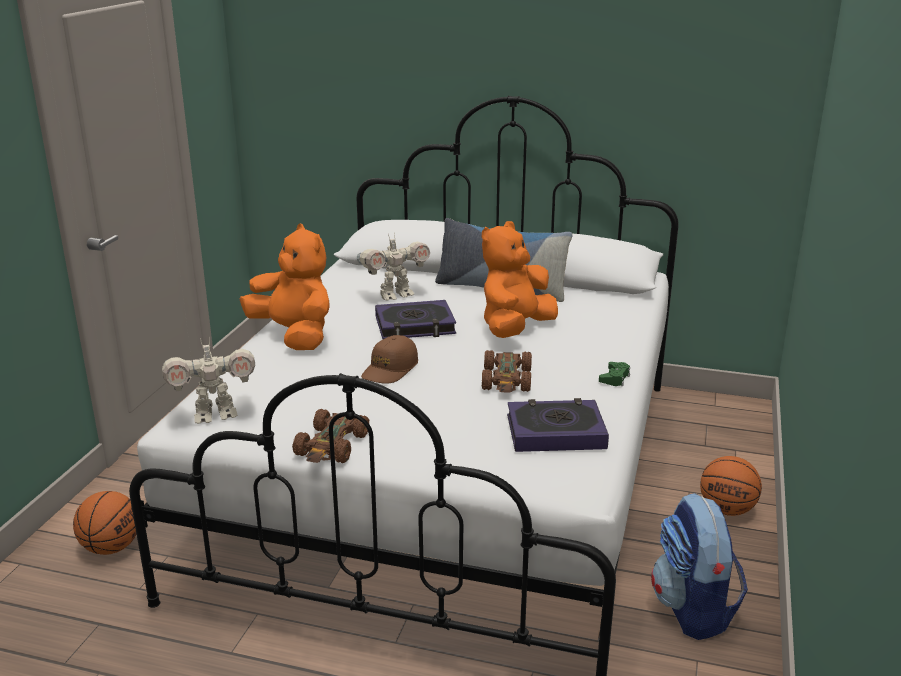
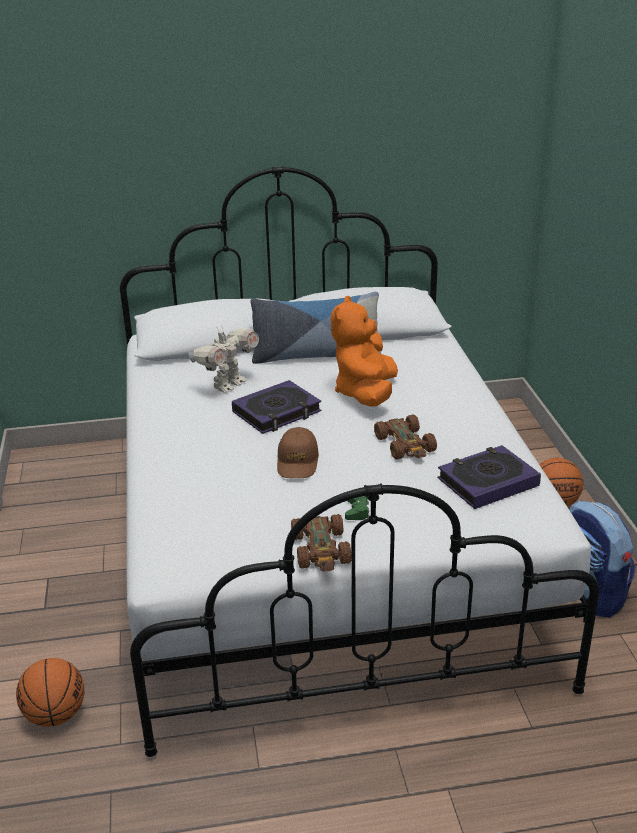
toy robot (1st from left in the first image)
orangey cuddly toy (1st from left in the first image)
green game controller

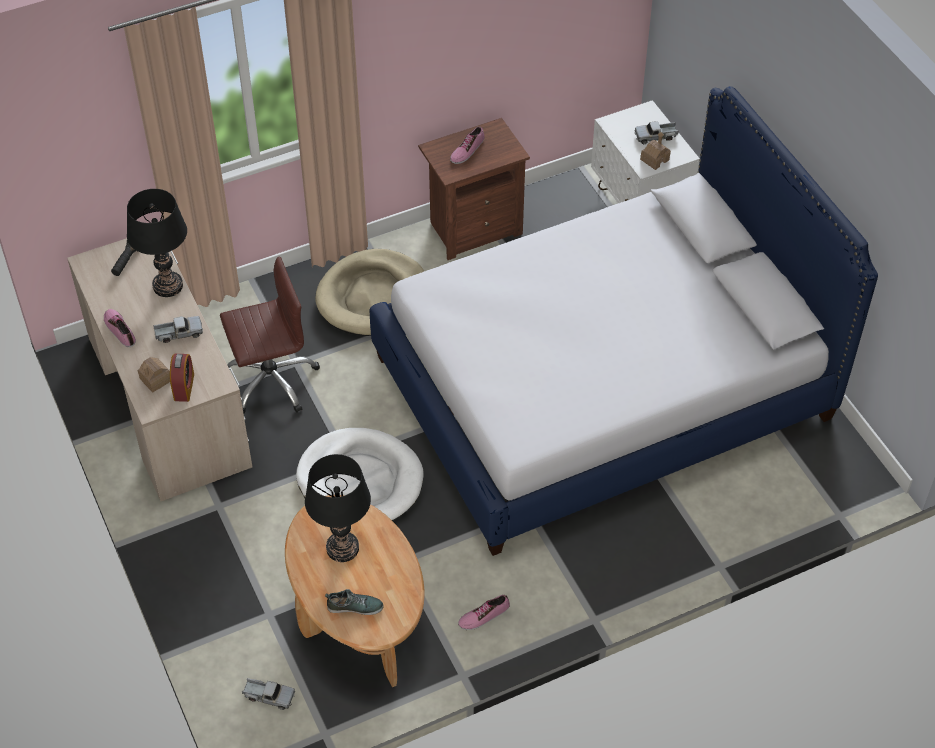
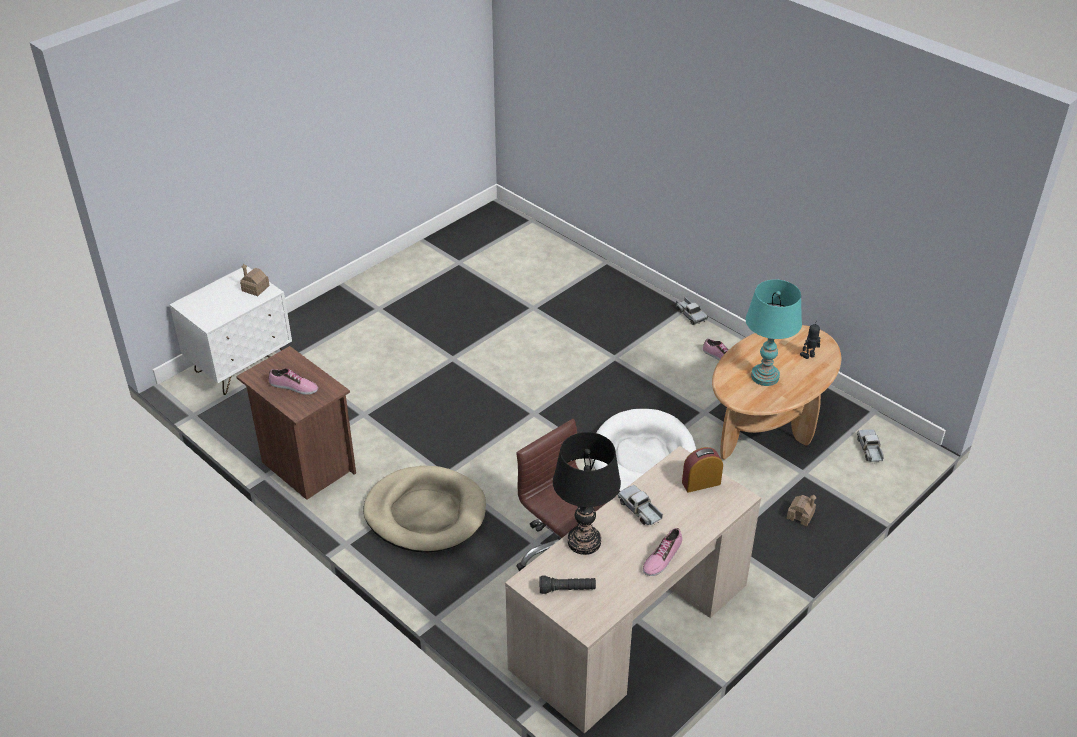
miniature house (2nd from left)
blue-green table lamp
toy robot
sleeping bed
model truck (2nd from left)

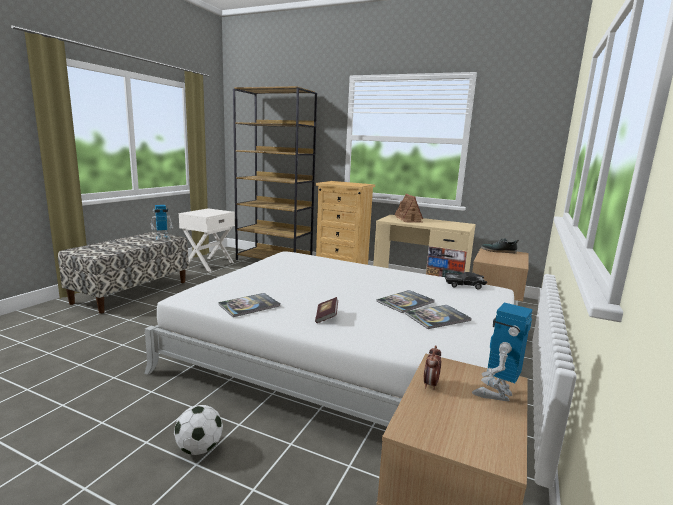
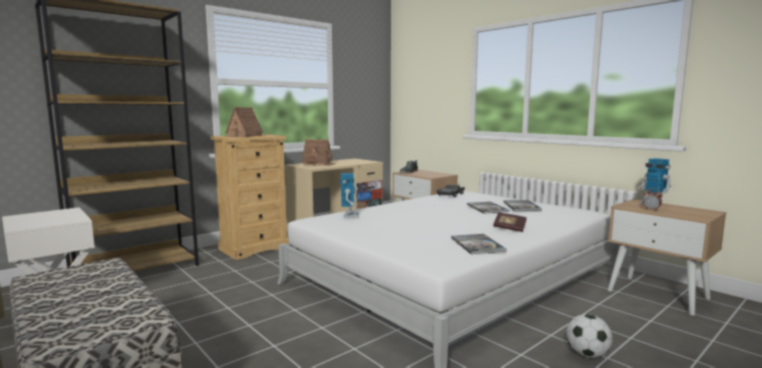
toy robot (1st from left)
miniature house (1st from left)

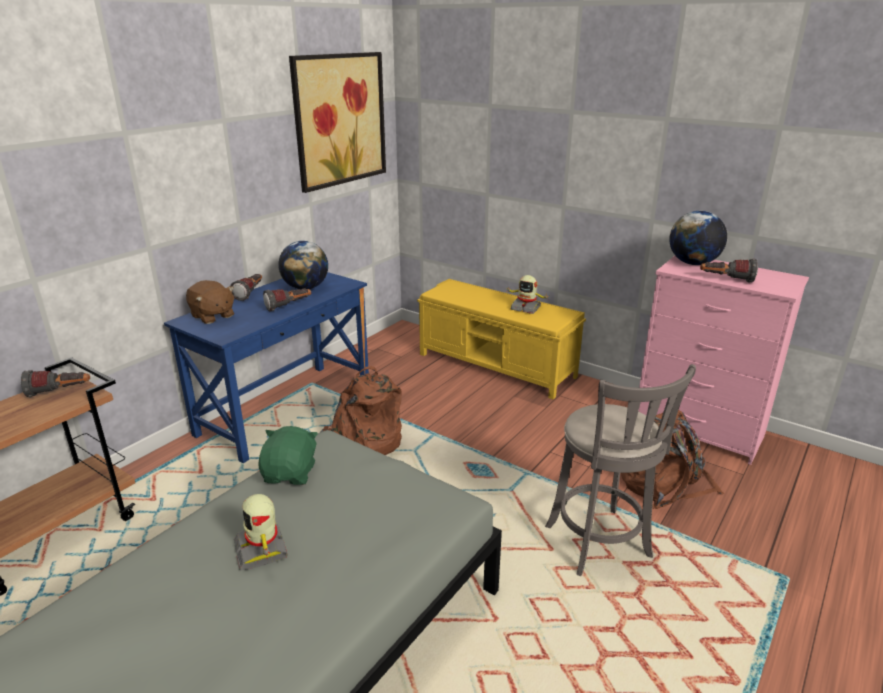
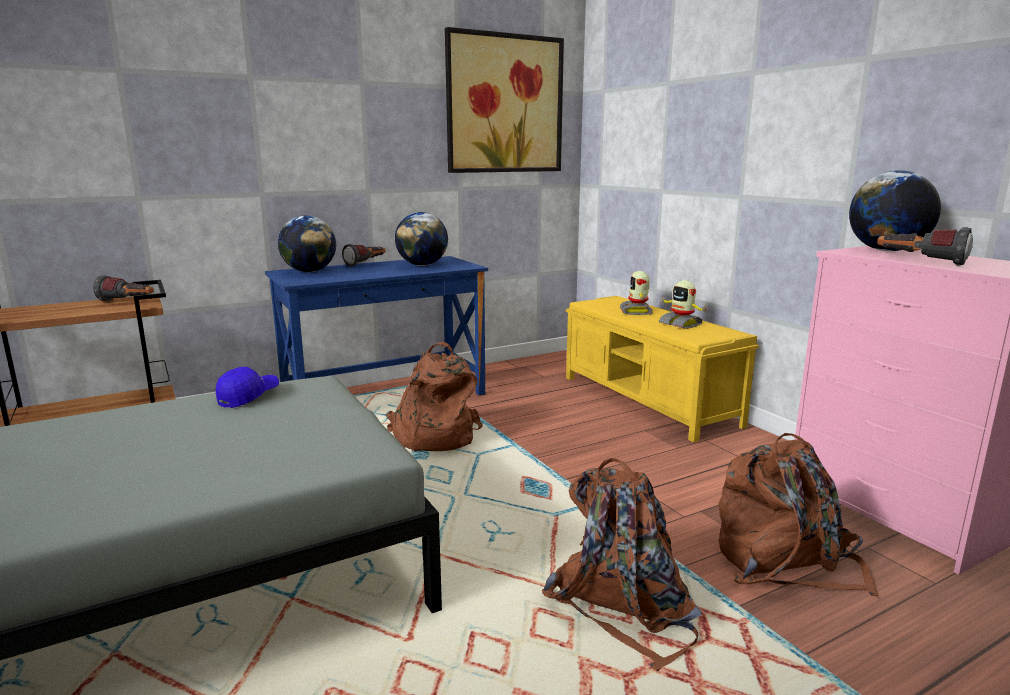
world globe (1st from left)
toy robot (1st from left)
blue-coloured peaked cap
hand torch (3rd from left in the first image)
brown backpack (2nd from left)

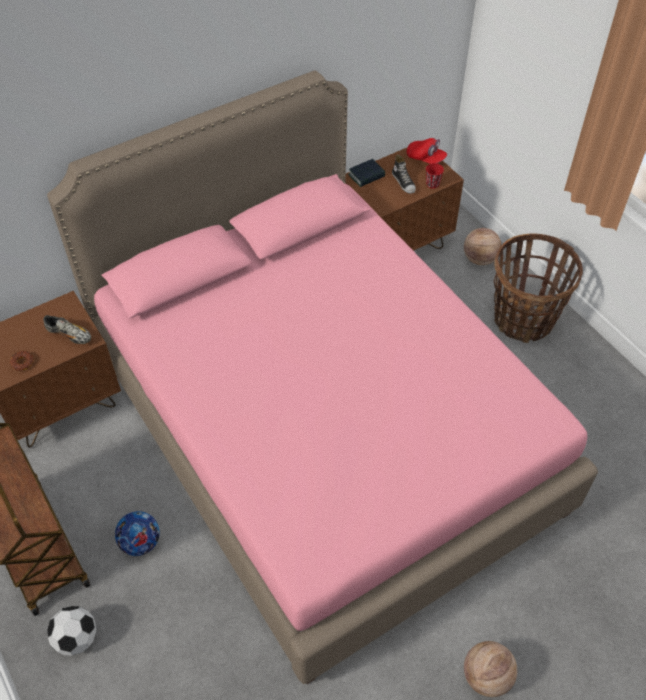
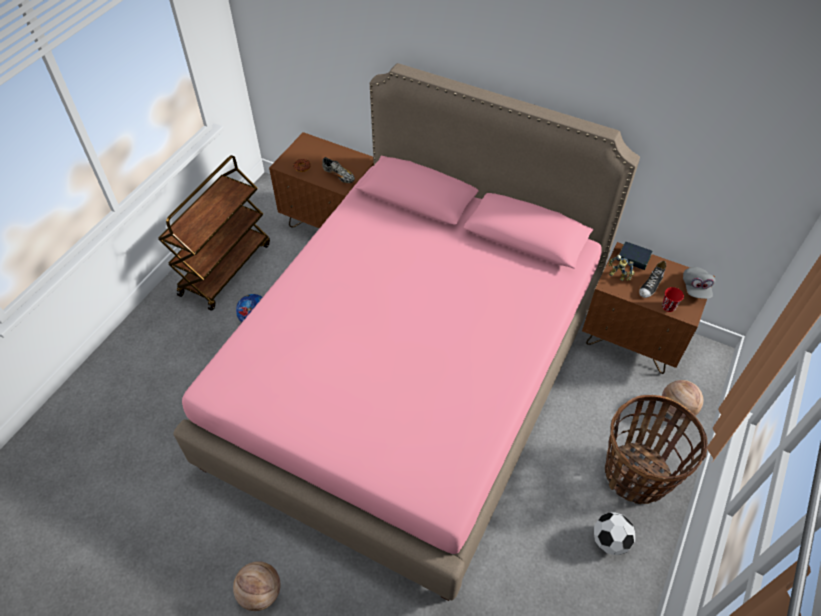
item of footwear (1st from left)
football (2nd from left)
gray peaked cap
toy robot

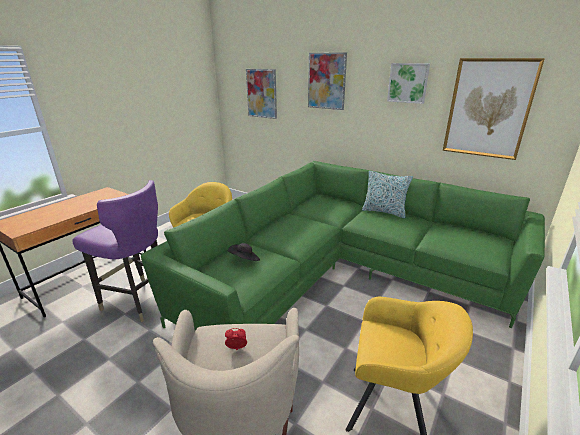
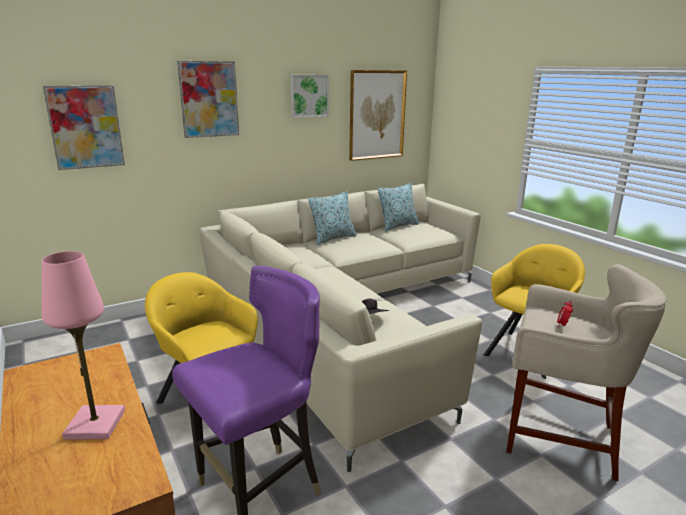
beige-coloured sofa
pinkish table lamp
pillow (2nd from left)

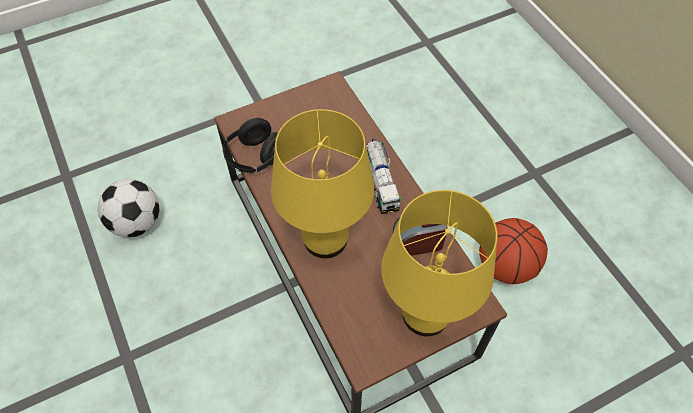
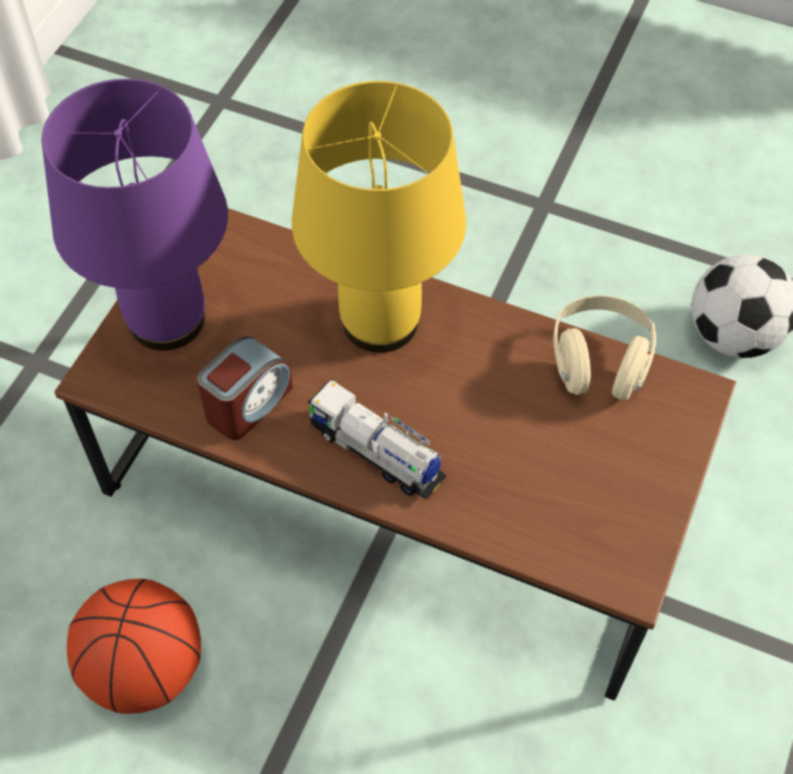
beige-coloured headphones
purplish table lamp

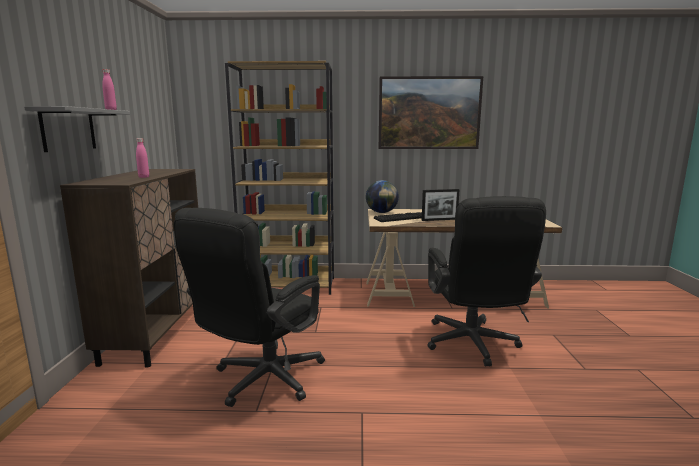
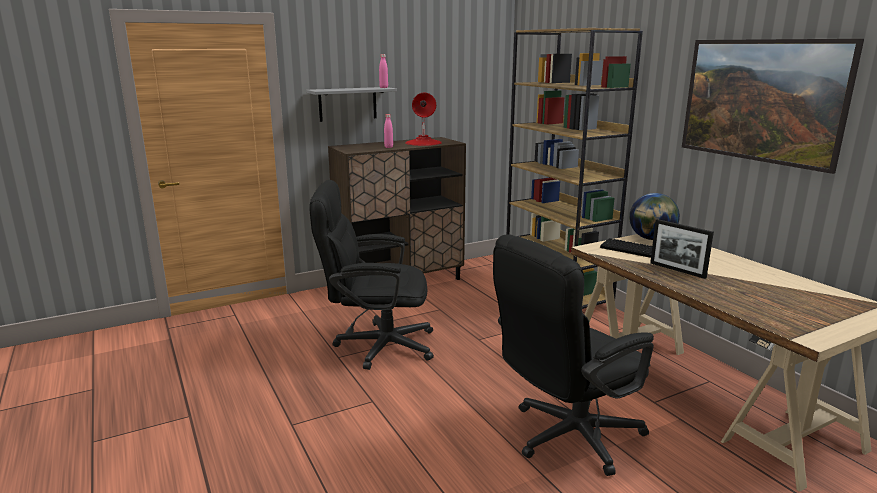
red-coloured table lamp

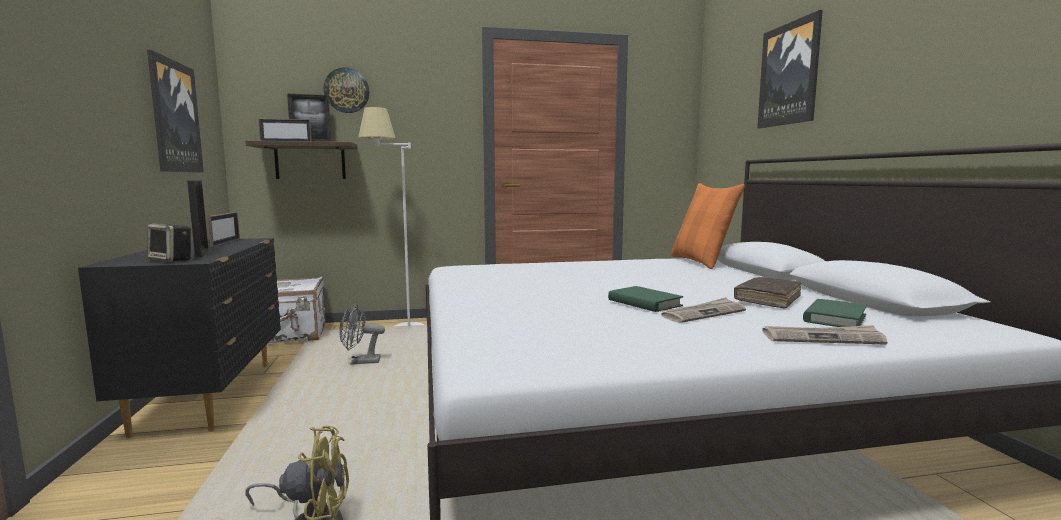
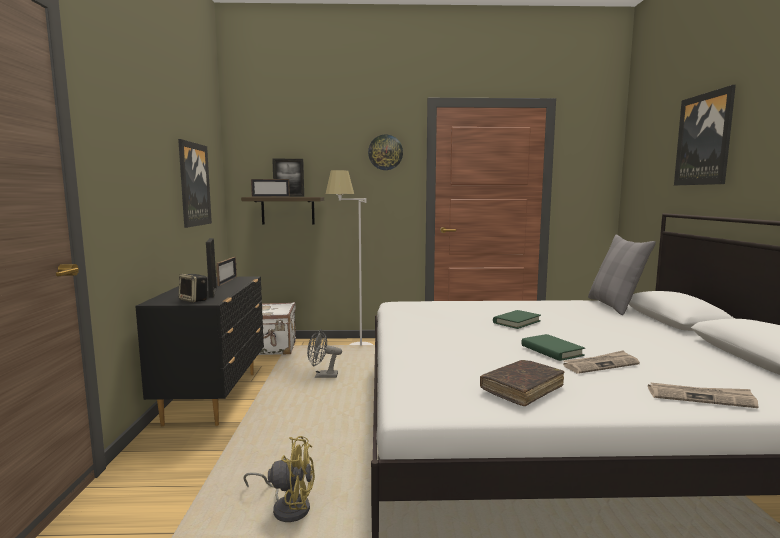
hanging clock
gray pillow
brown bound book
green bound book (1st from left)

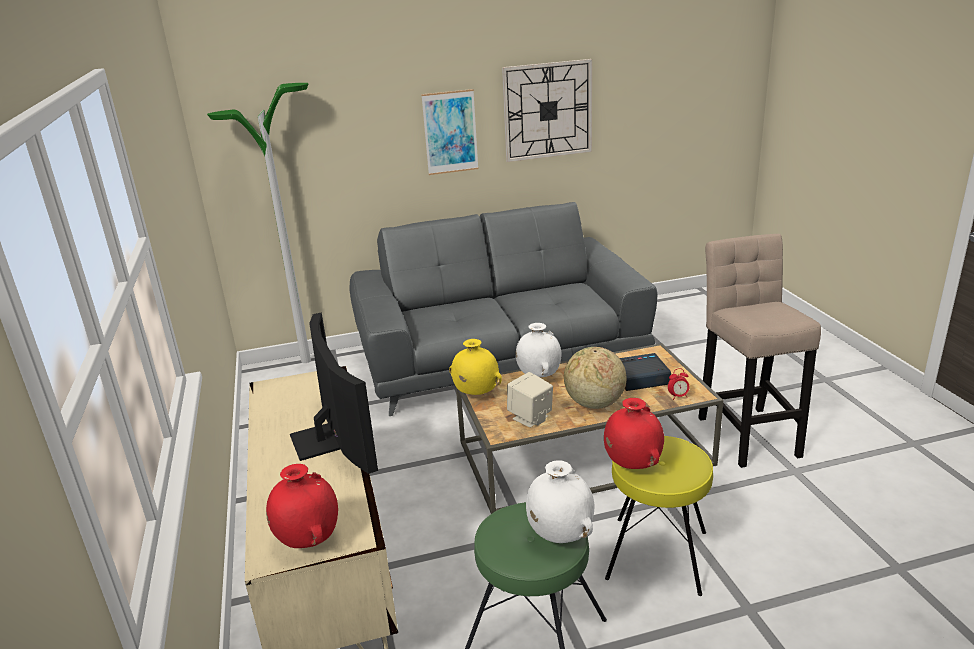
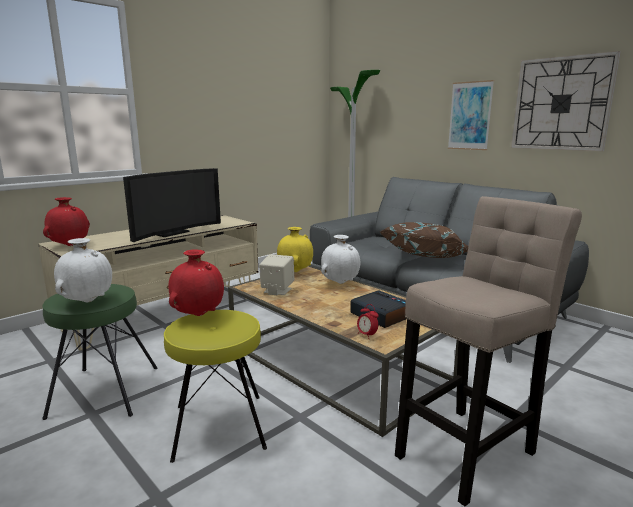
world globe
brown pillow

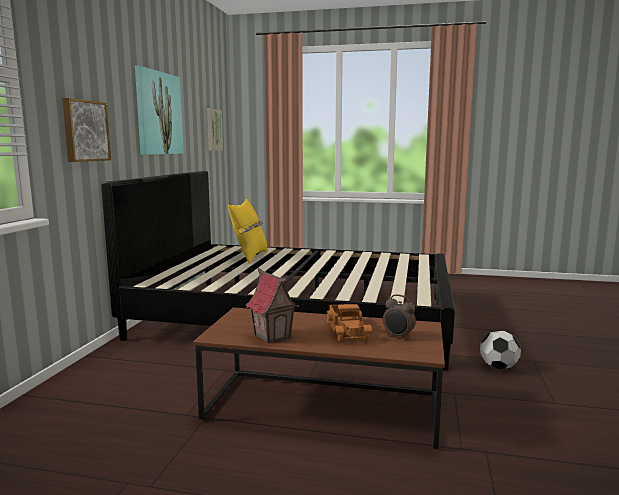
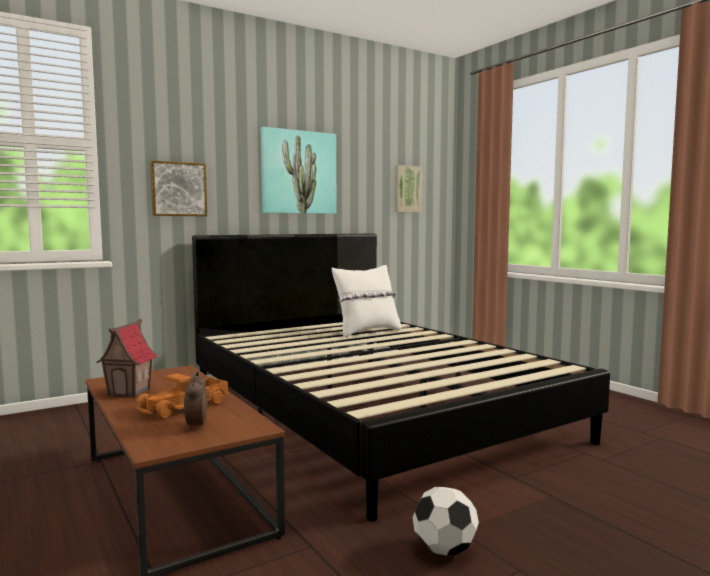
whitish pillow

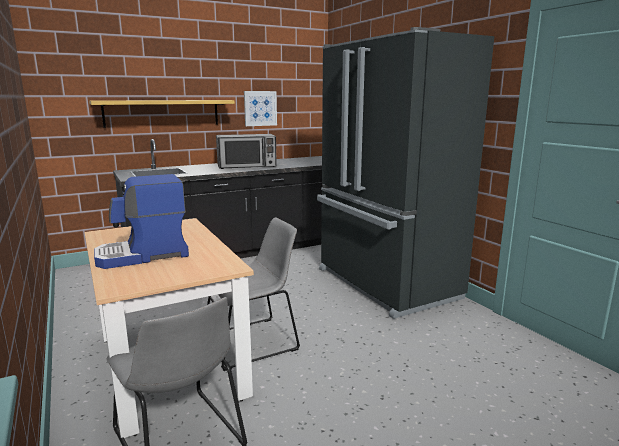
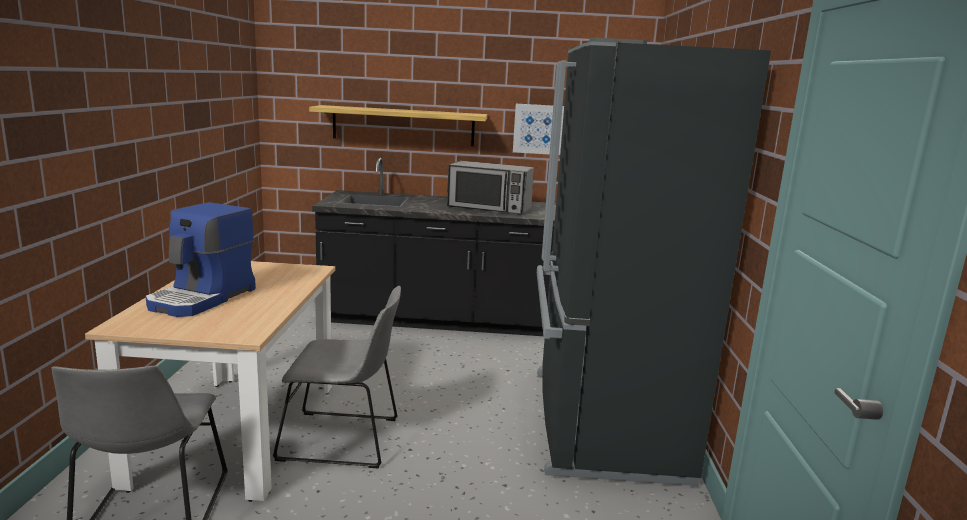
coffee machine

